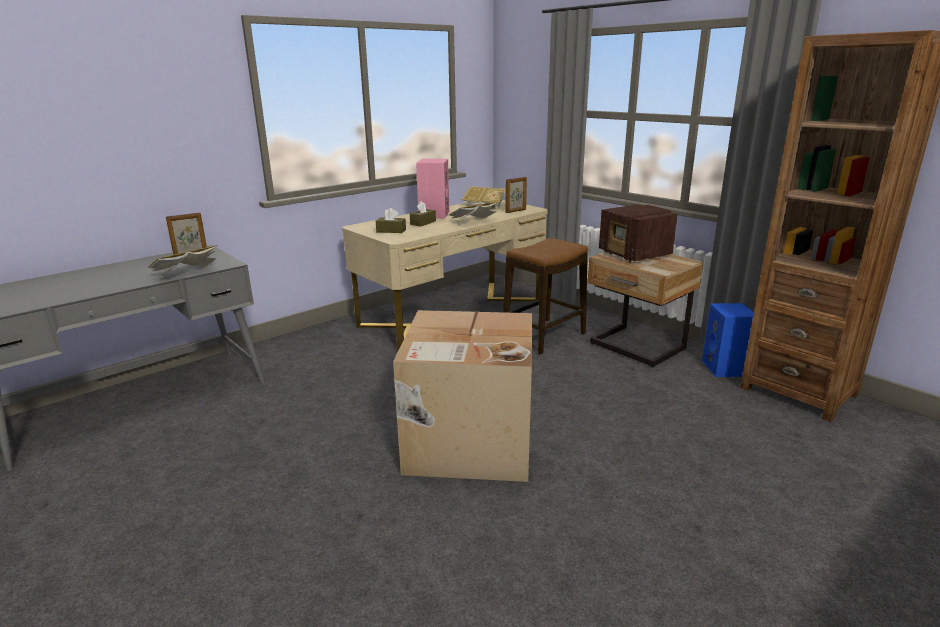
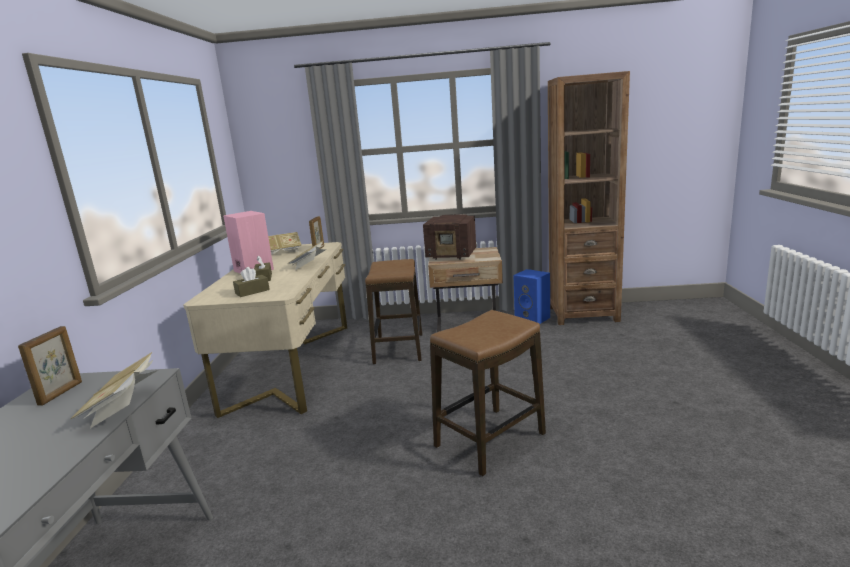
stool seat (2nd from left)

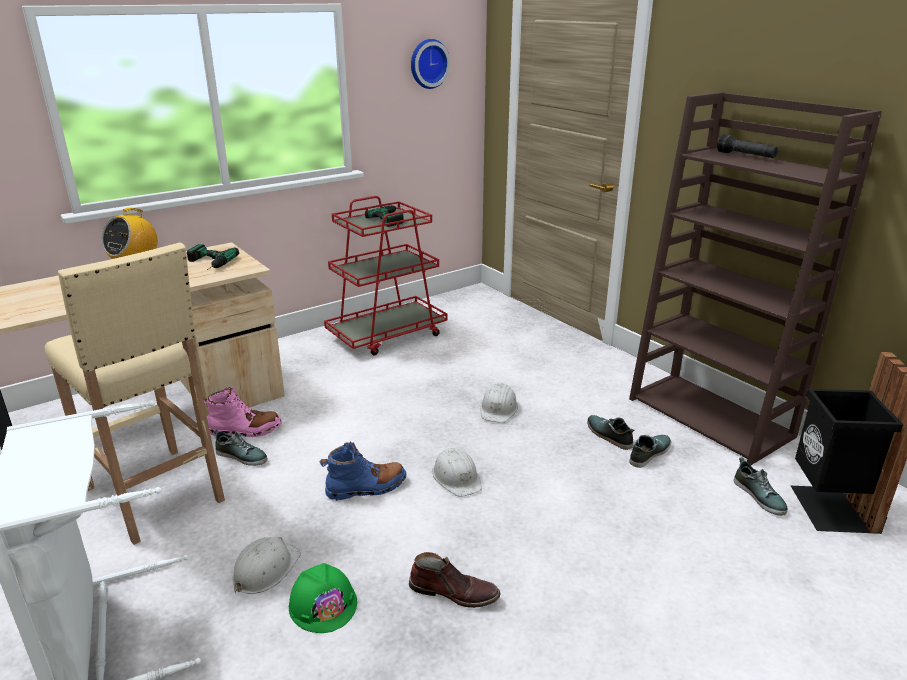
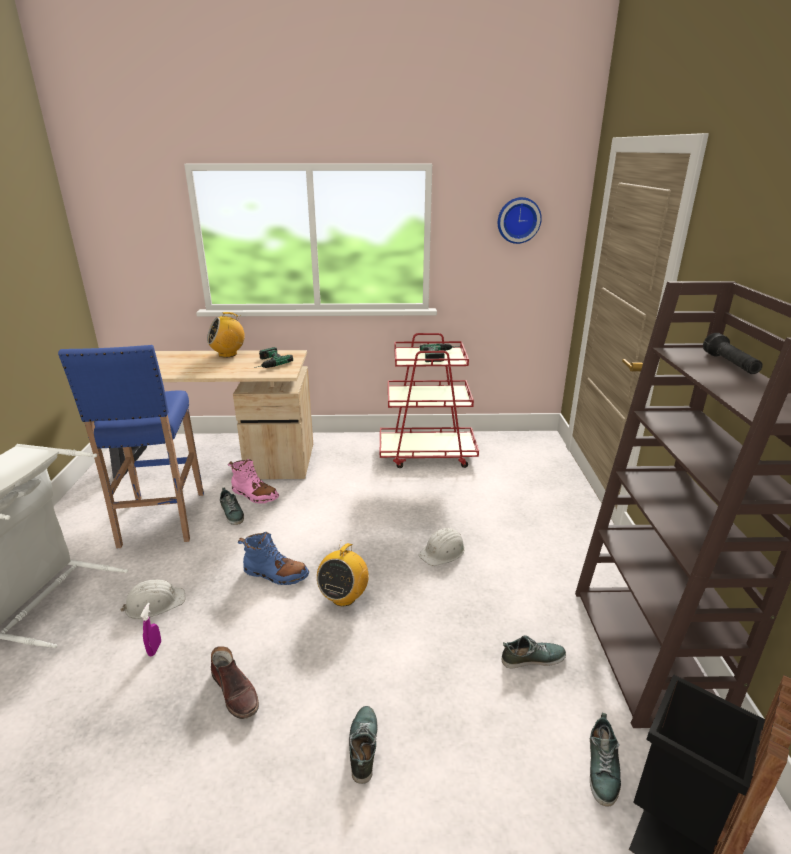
blue-coloured stool seat
purplish hand sprayer
radio receiver (2nd from left)
item of footwear (2nd from left)

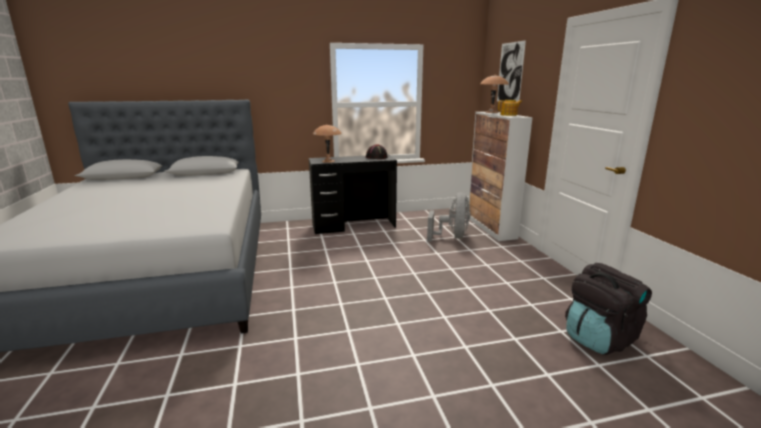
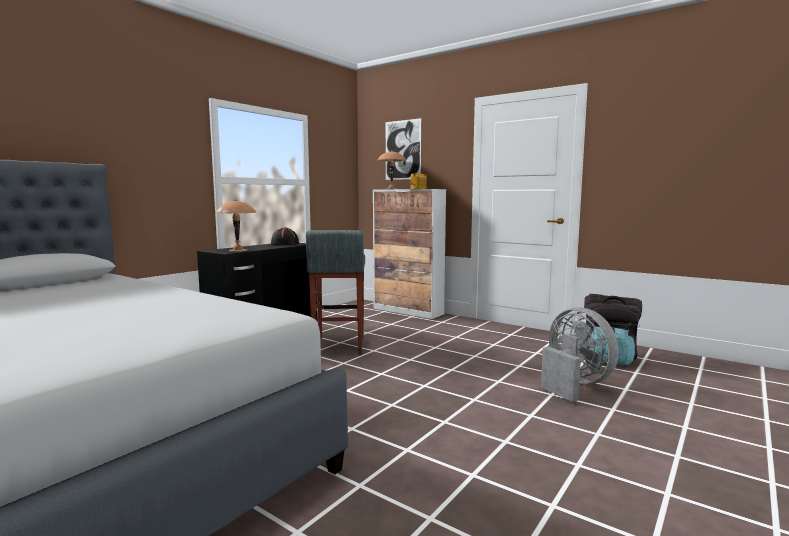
gray cooling fan
gray stool seat

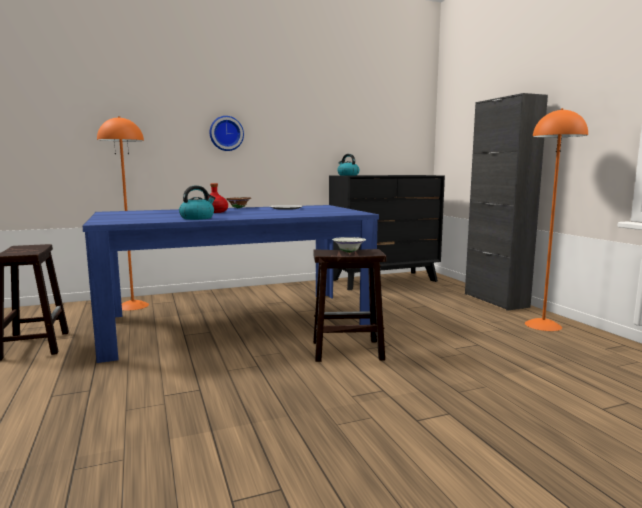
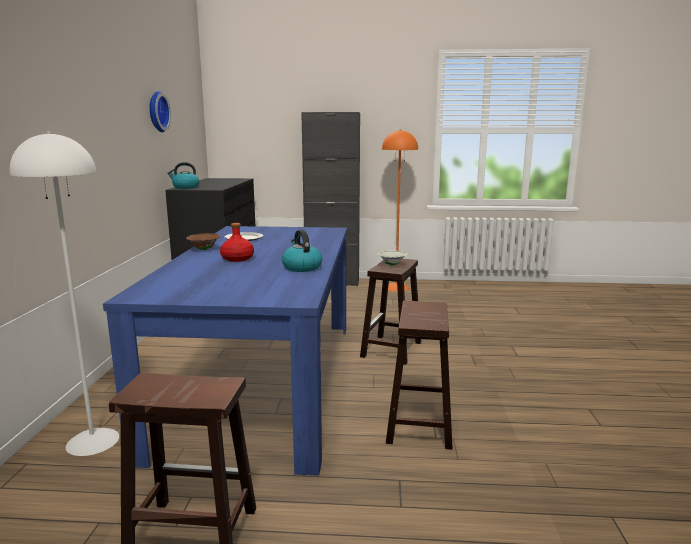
whitish standard lamp
hanging clock
brown stool seat (3rd from left)

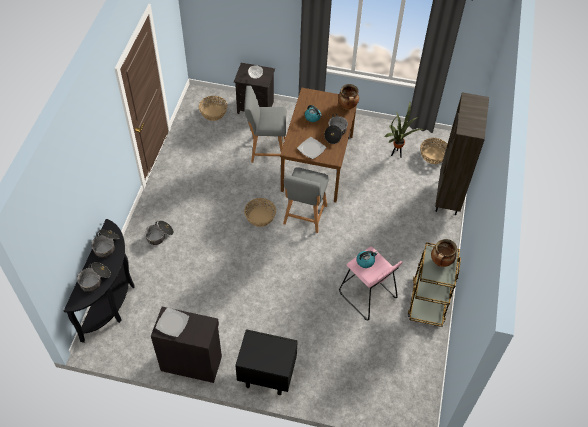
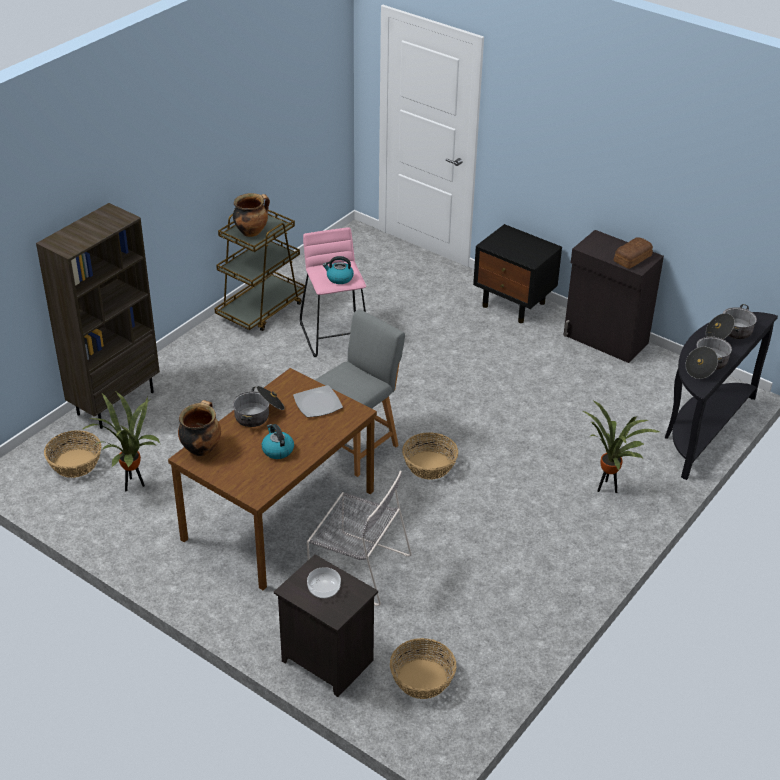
plant in a pot (2nd from left)
bread
gray upright chair

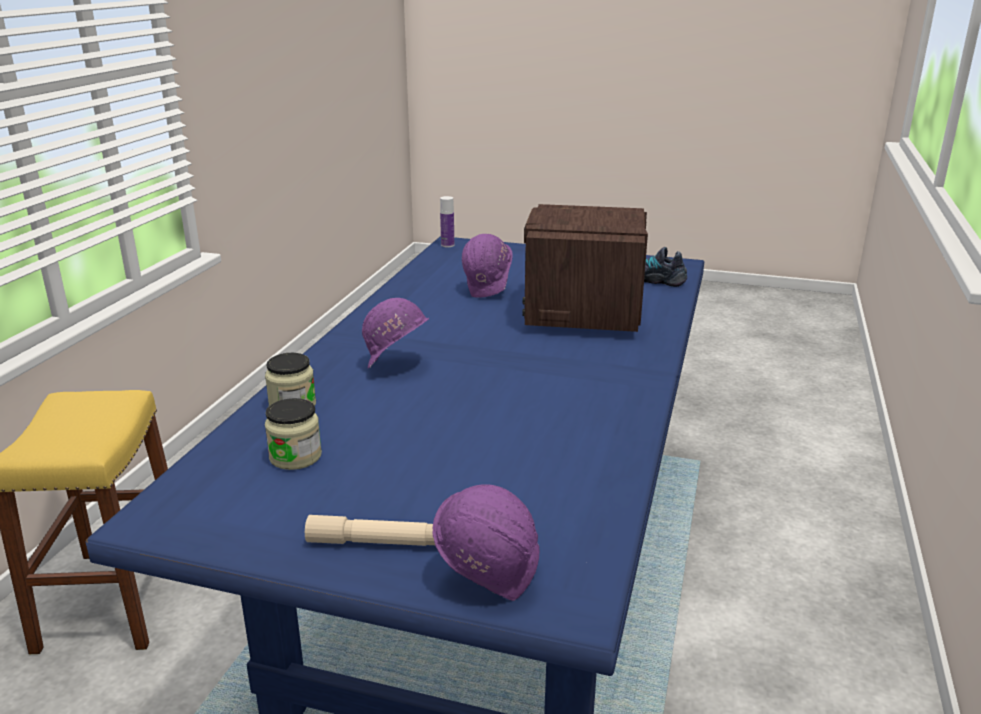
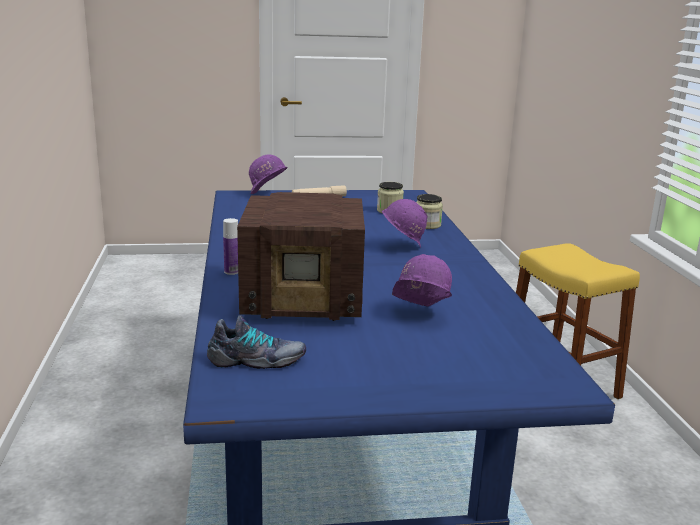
beverage bottle
radio receiver

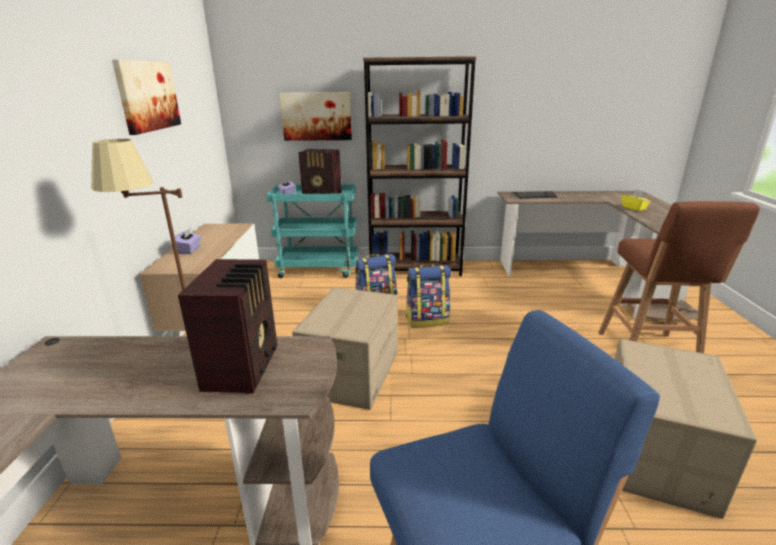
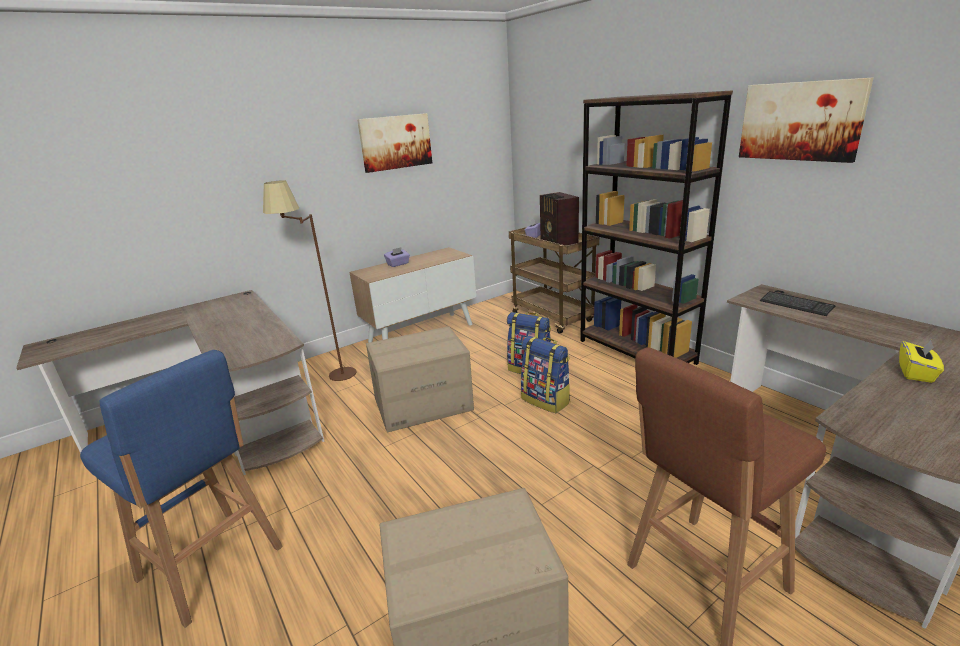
radio receiver (1st from left in the first image)
brown wheeled cart
wall picture (2nd from left)

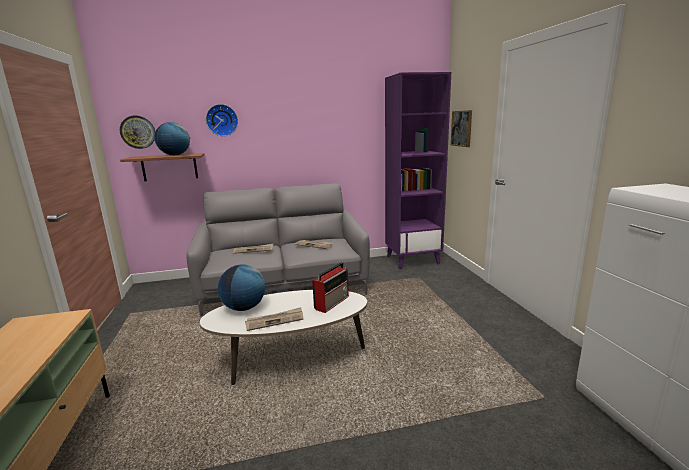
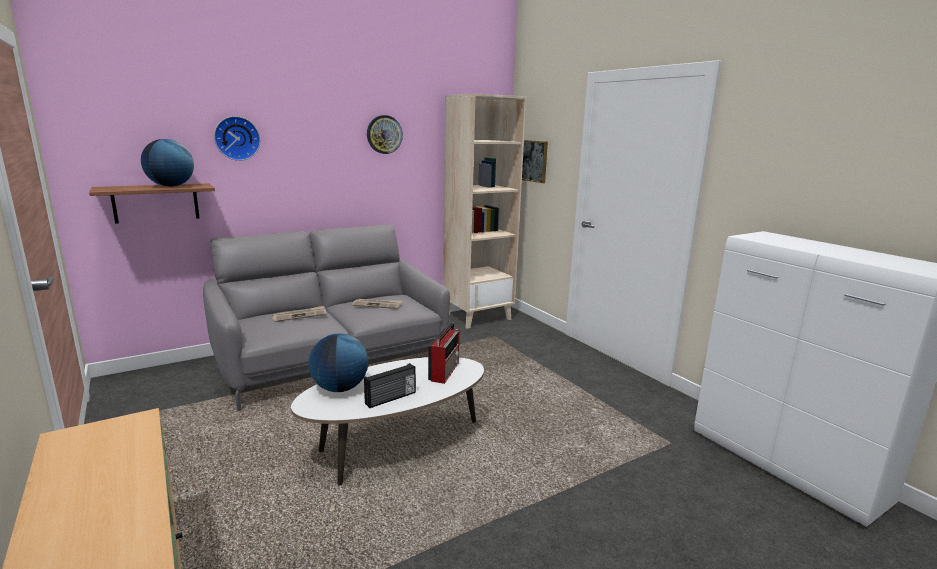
hanging clock (2nd from left)
radio receiver (1st from left)
beige-coloured bookshelf

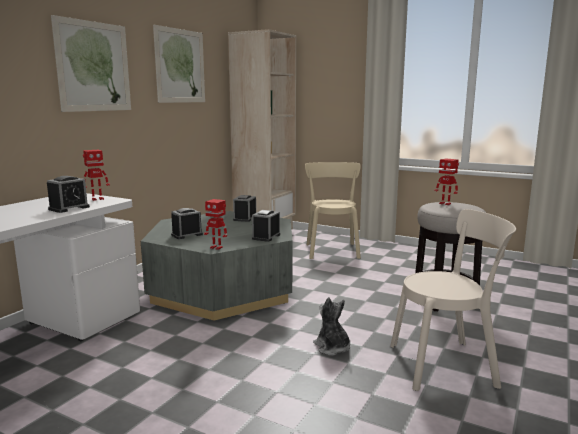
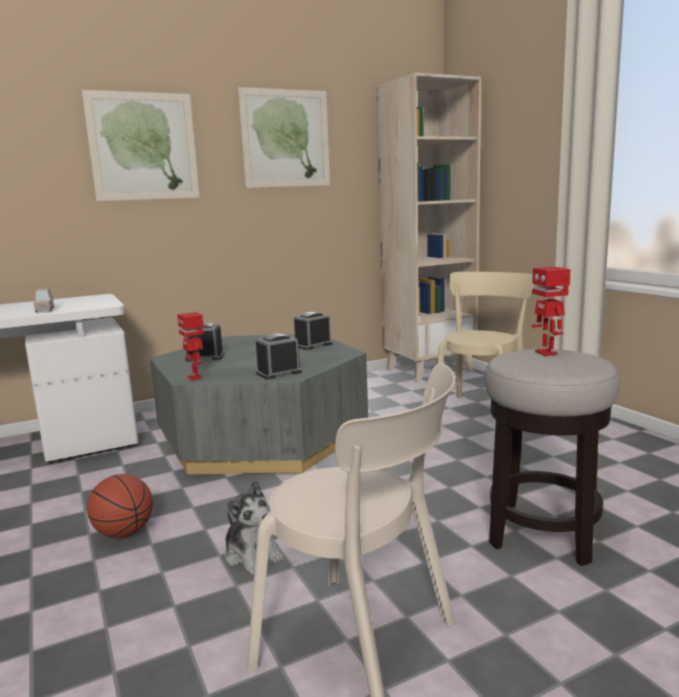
pinkish miniature car
toy robot (1st from left in the first image)
cuddly toy
ball for basketball

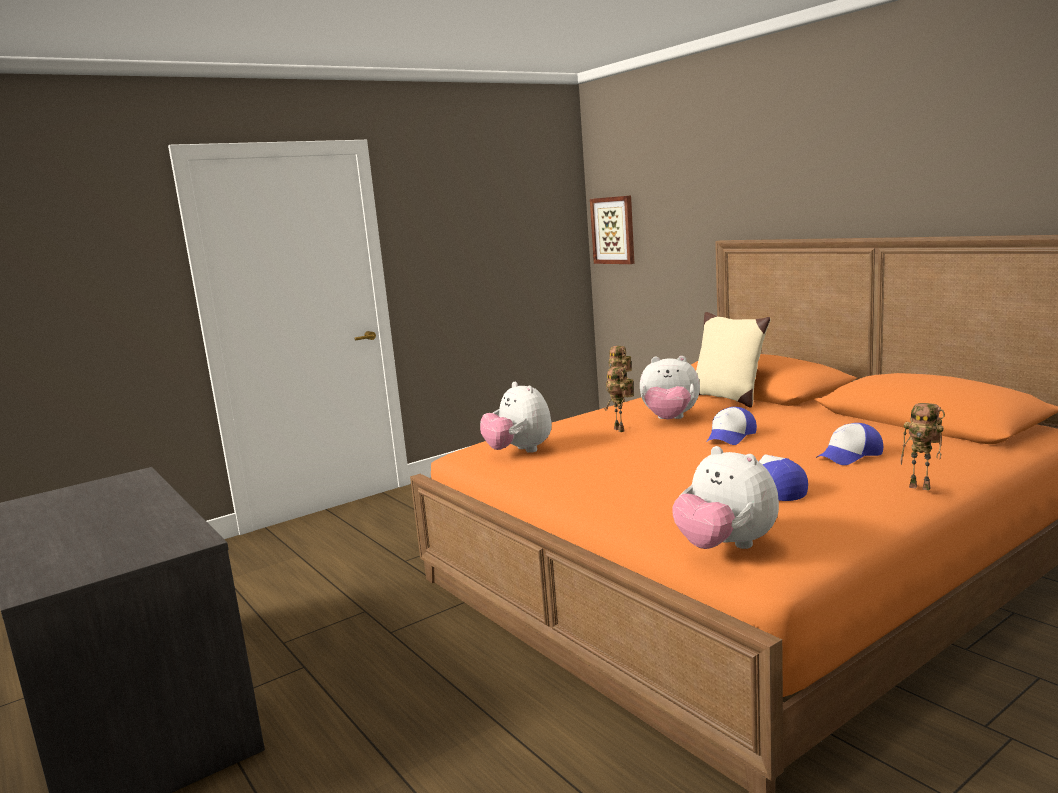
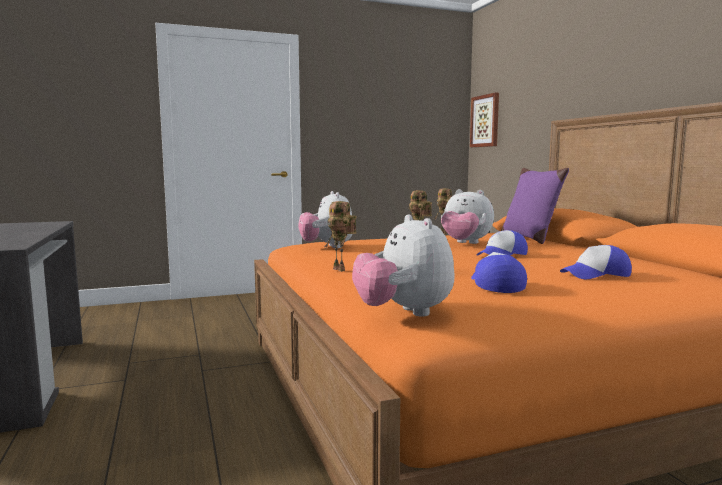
purplish pillow
toy robot (1st from left)

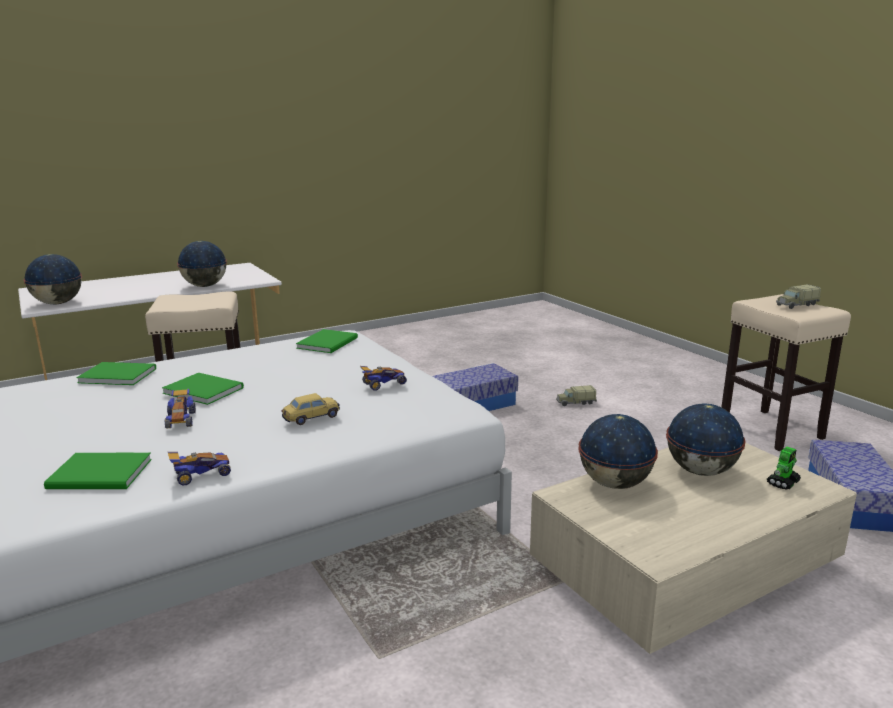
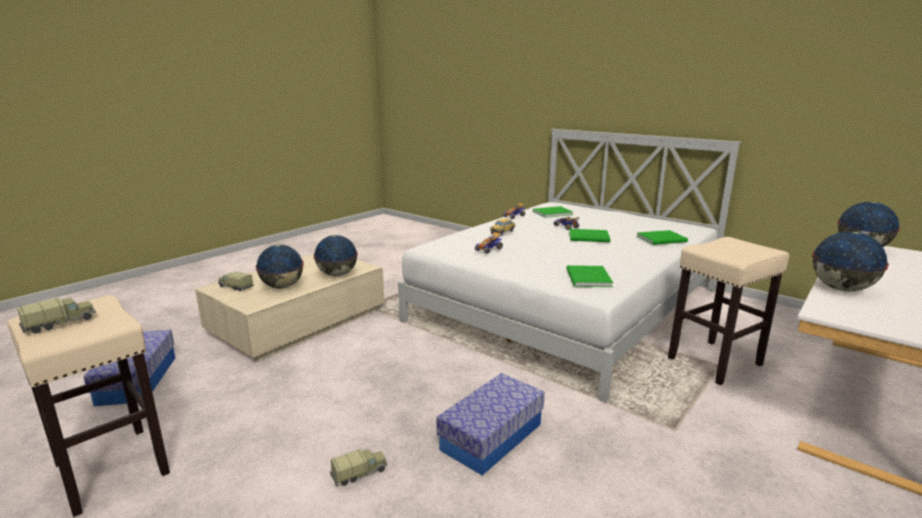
model truck (2nd from left)

